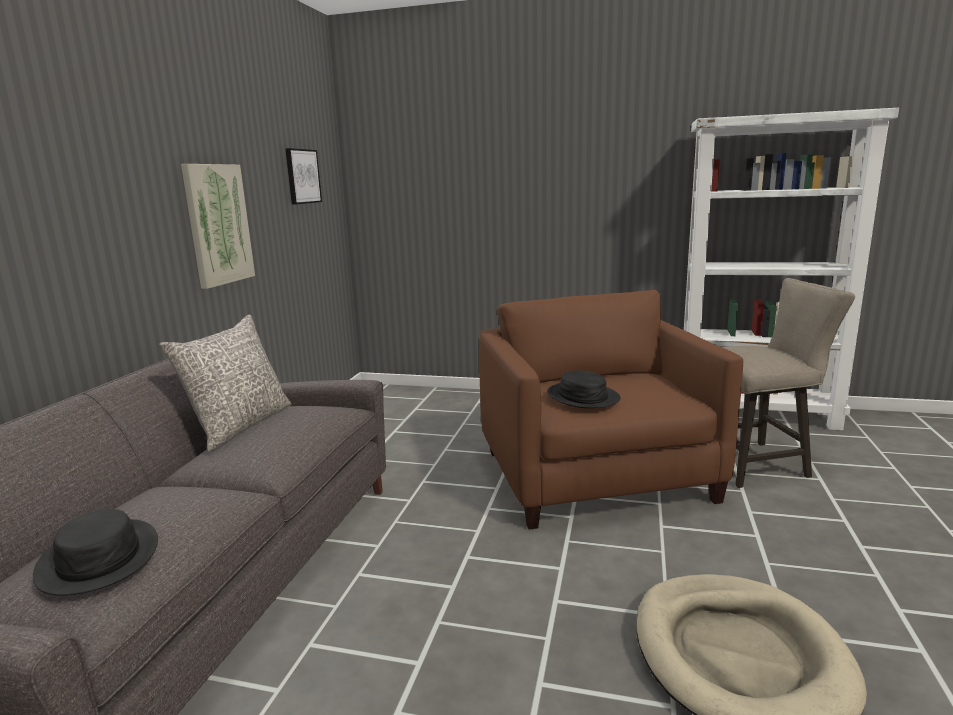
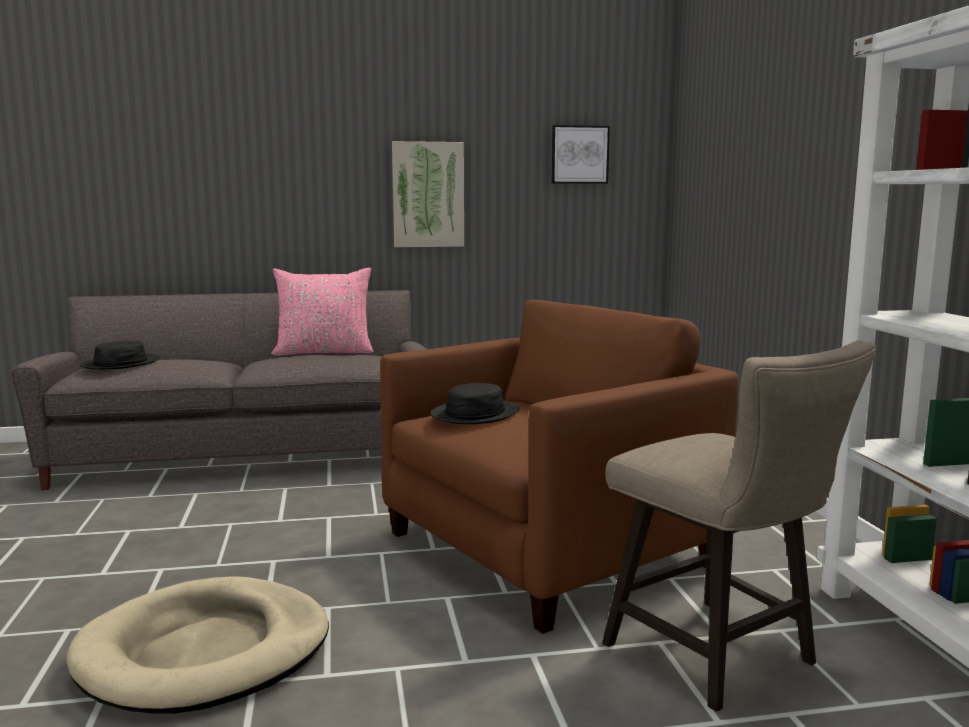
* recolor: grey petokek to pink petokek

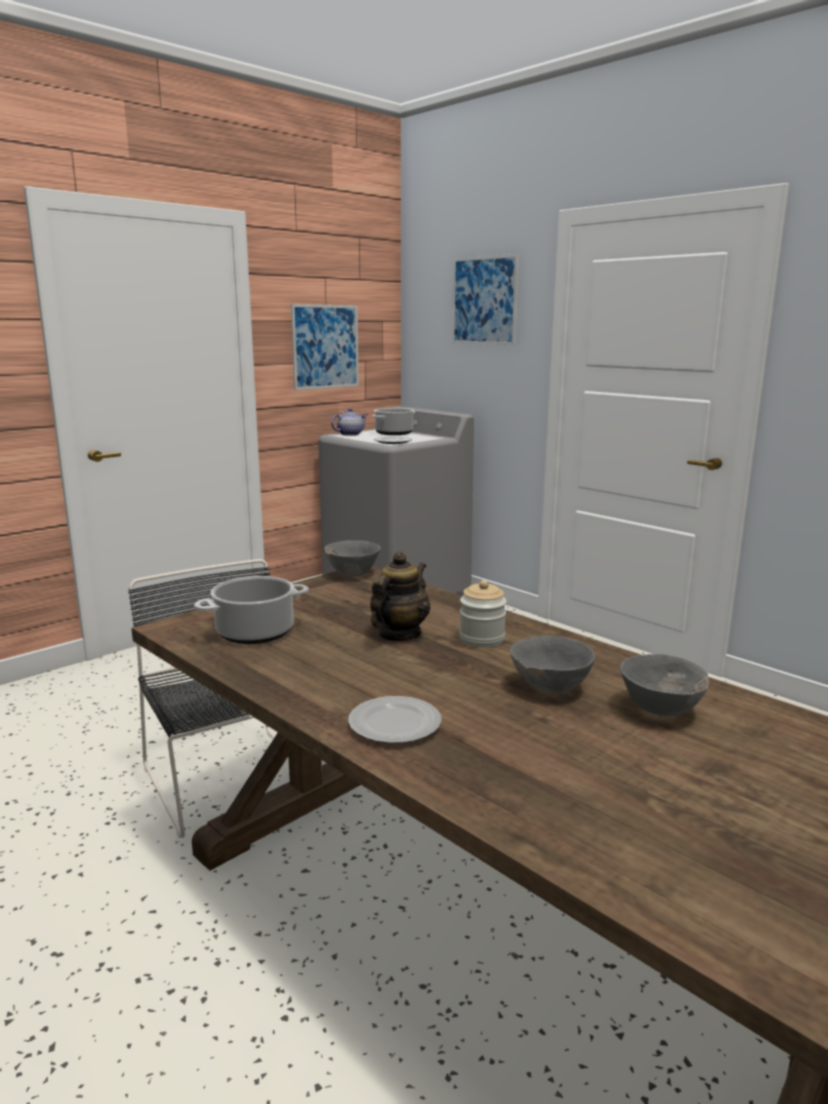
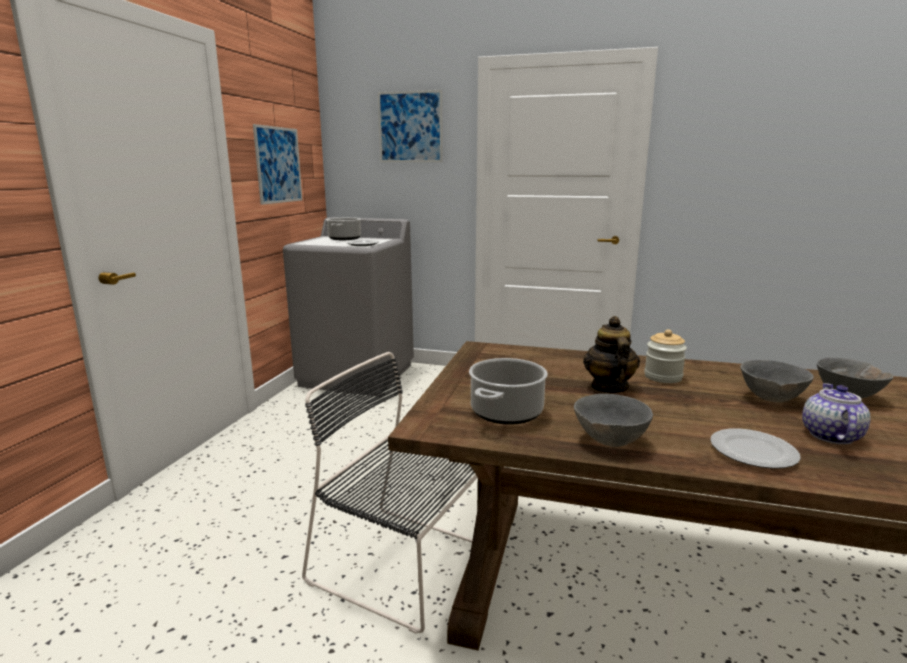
* move: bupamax (1st from left in the first image) to bupamax (2nd from left)
* move: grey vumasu (1st from left)

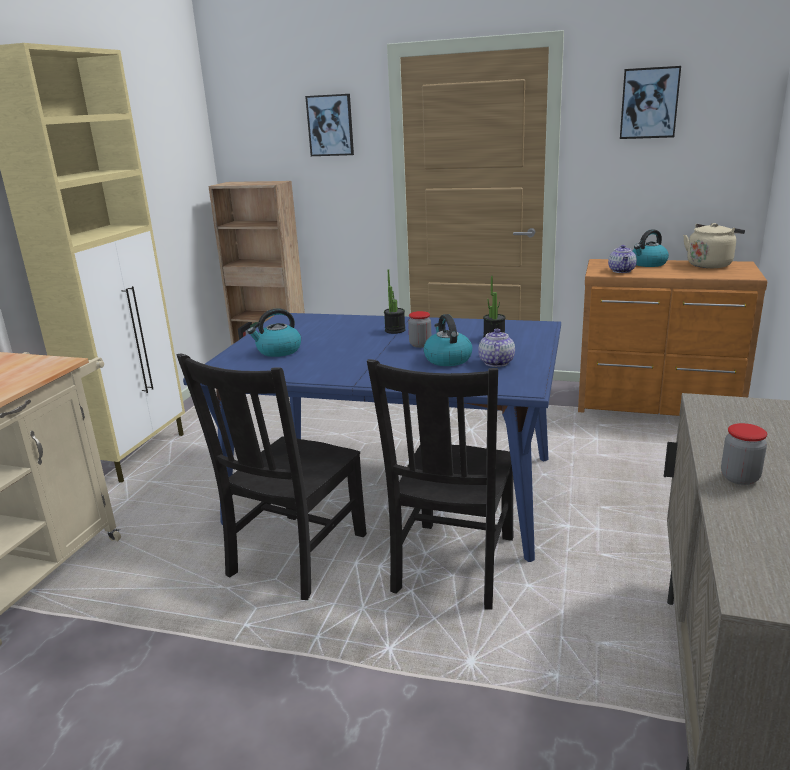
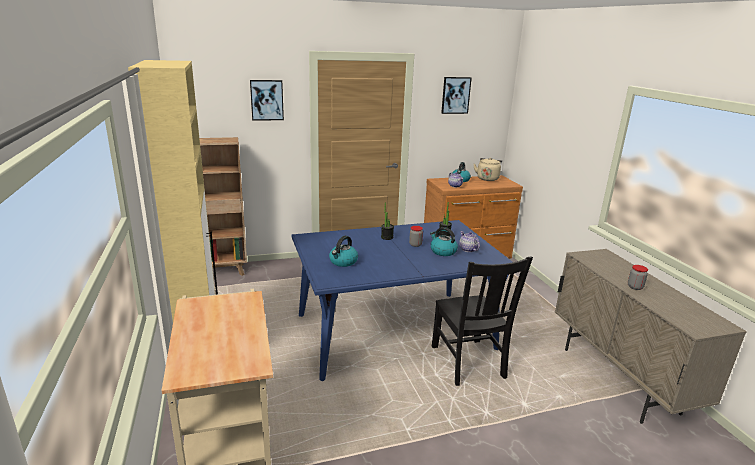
* delete: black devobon (1st from left)

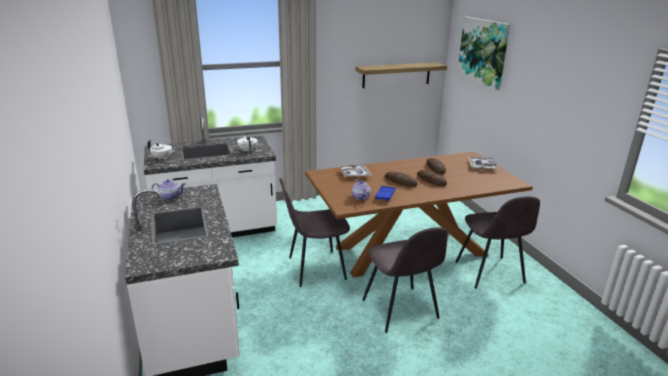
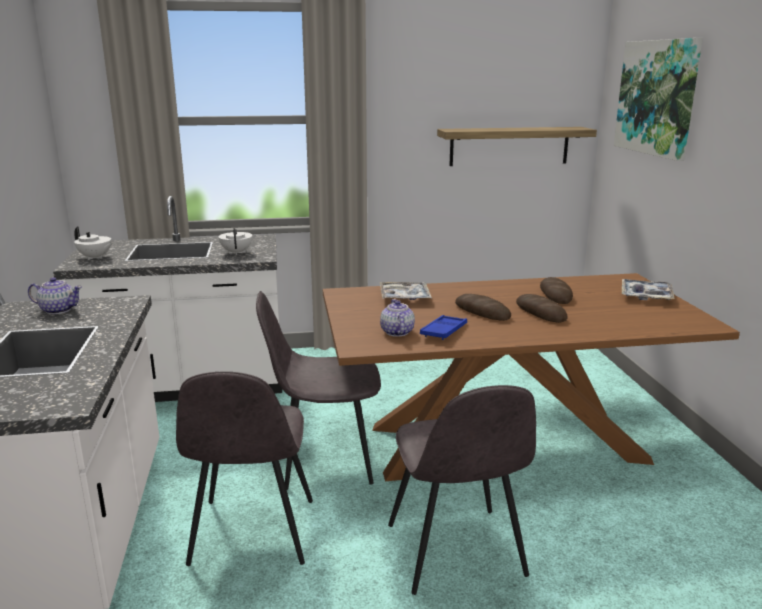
* move: grey devobon (3rd from left in the first image) to grey devobon (1st from left)

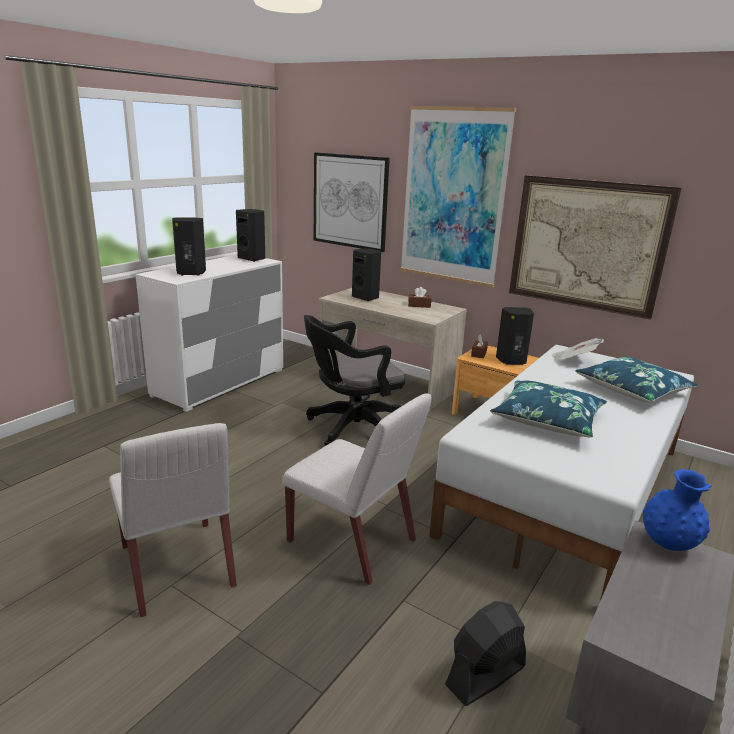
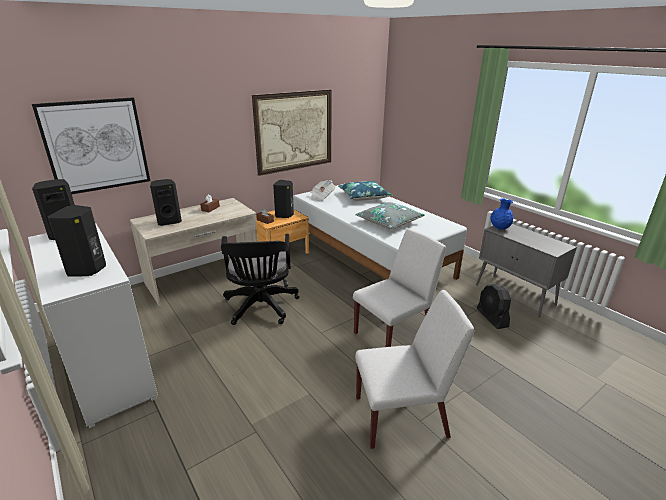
* delete: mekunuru (2nd from left)
* recolor: blue petokek (1st from left) to grey petokek

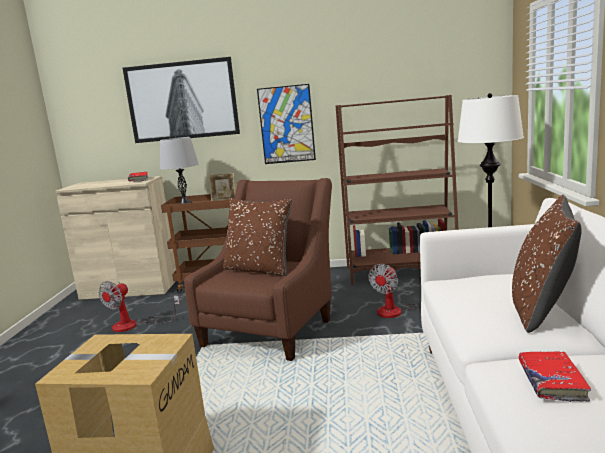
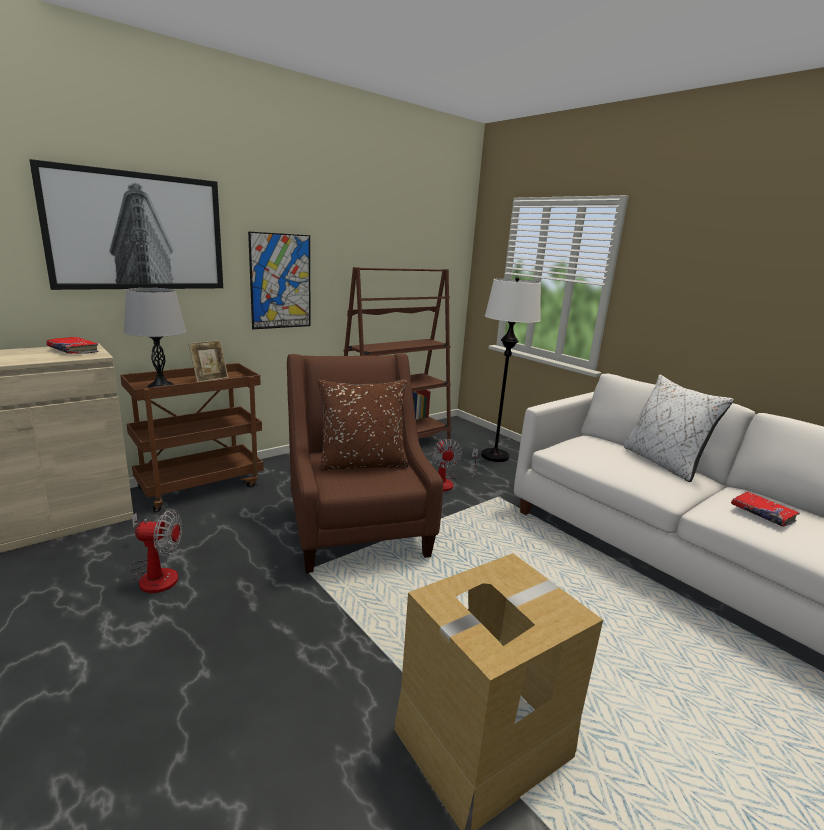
* recolor: brown petokek (2nd from left) to white petokek
* rotate: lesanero (1st from left) 75 degrees counterclockwise

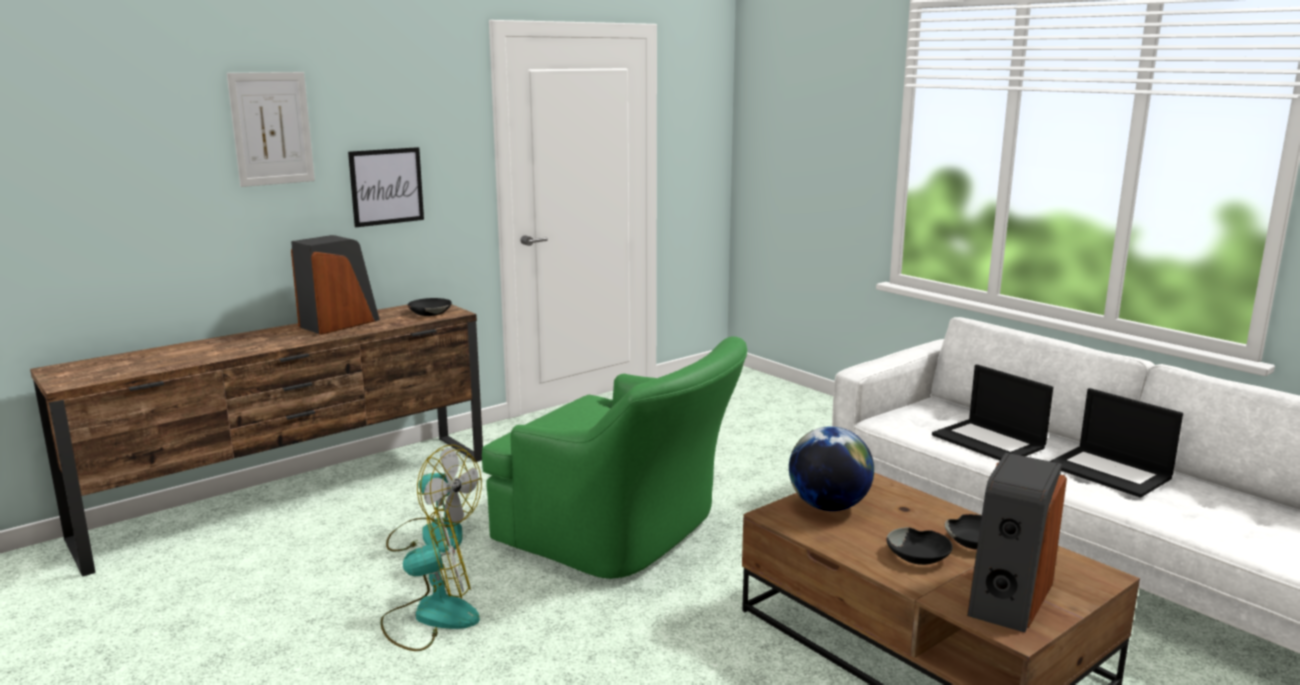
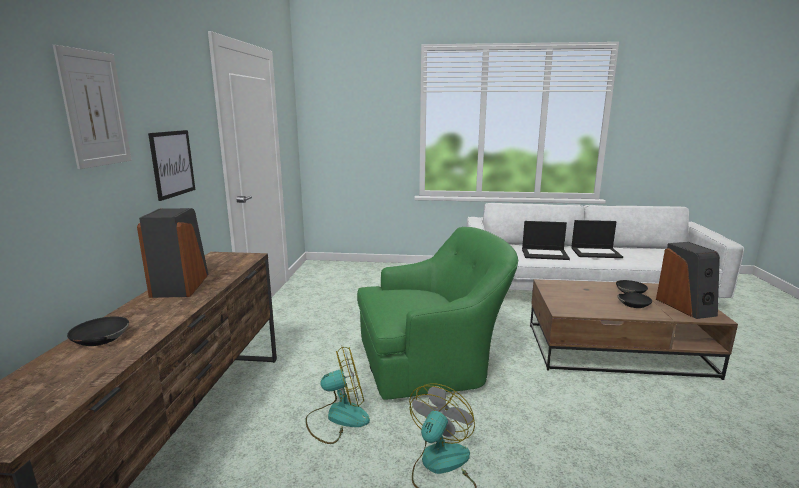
* move: black vumasu (1st from left)
* delete: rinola

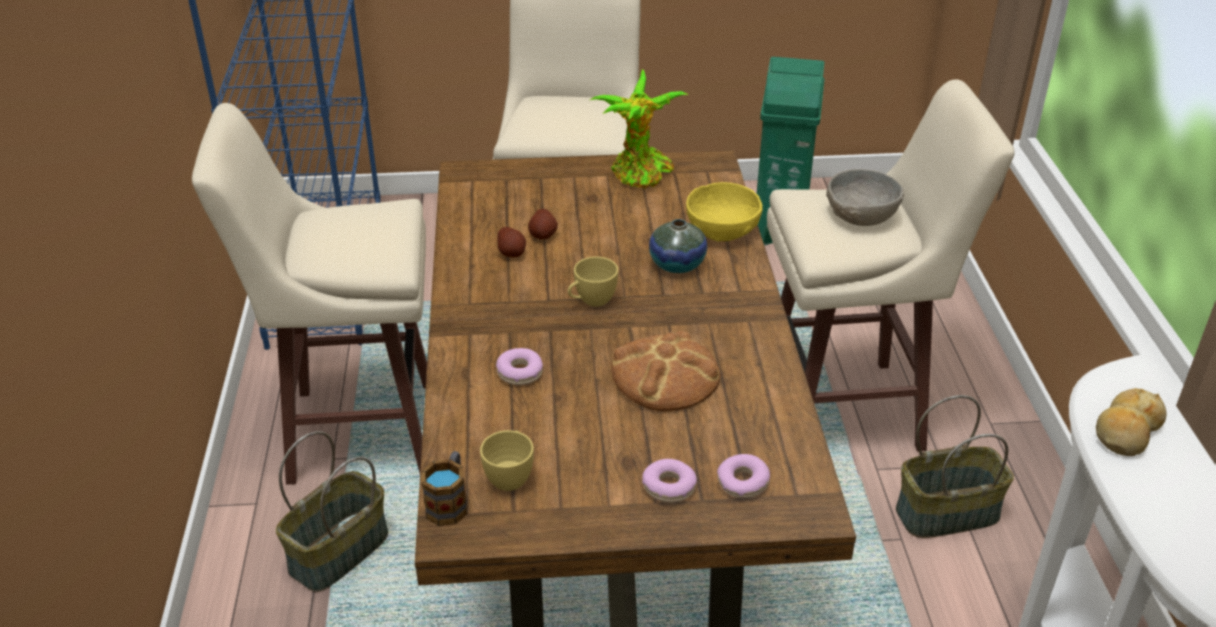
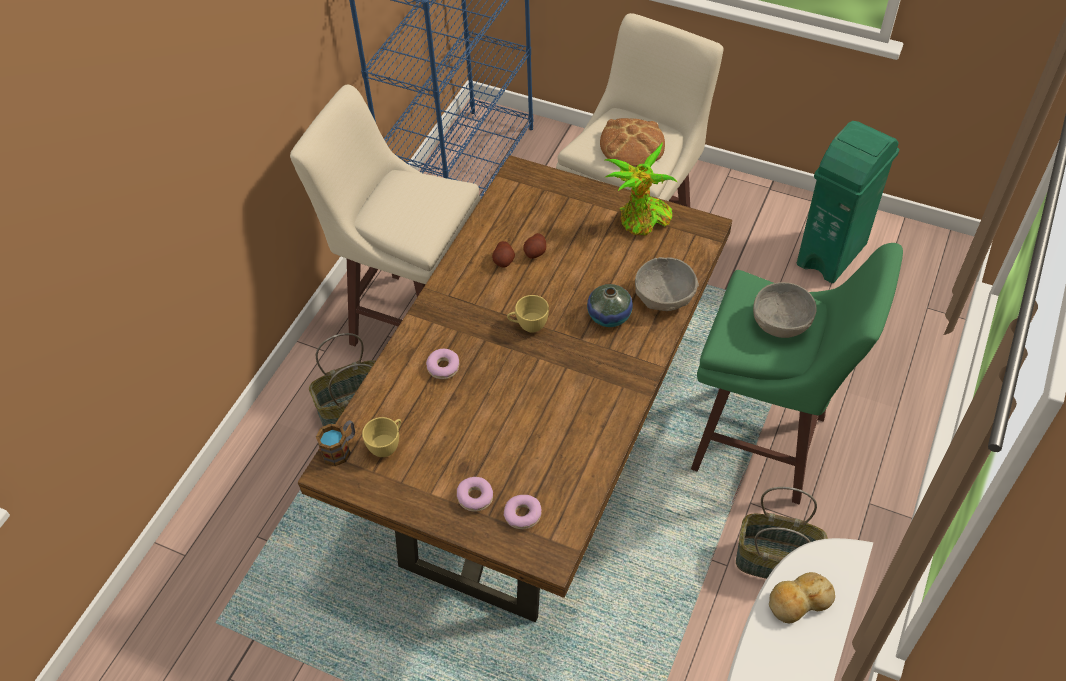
* recolor: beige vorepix (3rd from left) to green vorepix
* recolor: yellow vumasu to grey vumasu (1st from left)
* move: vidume (1st from left)

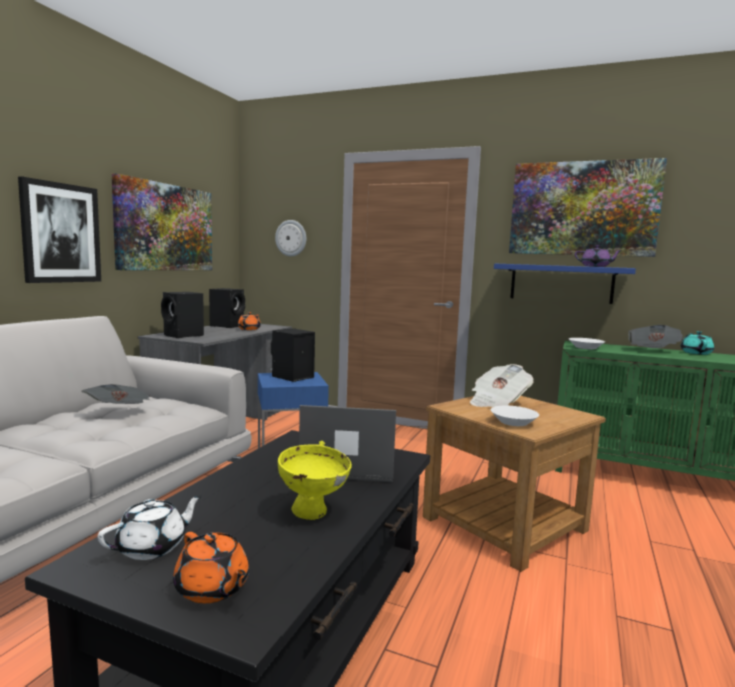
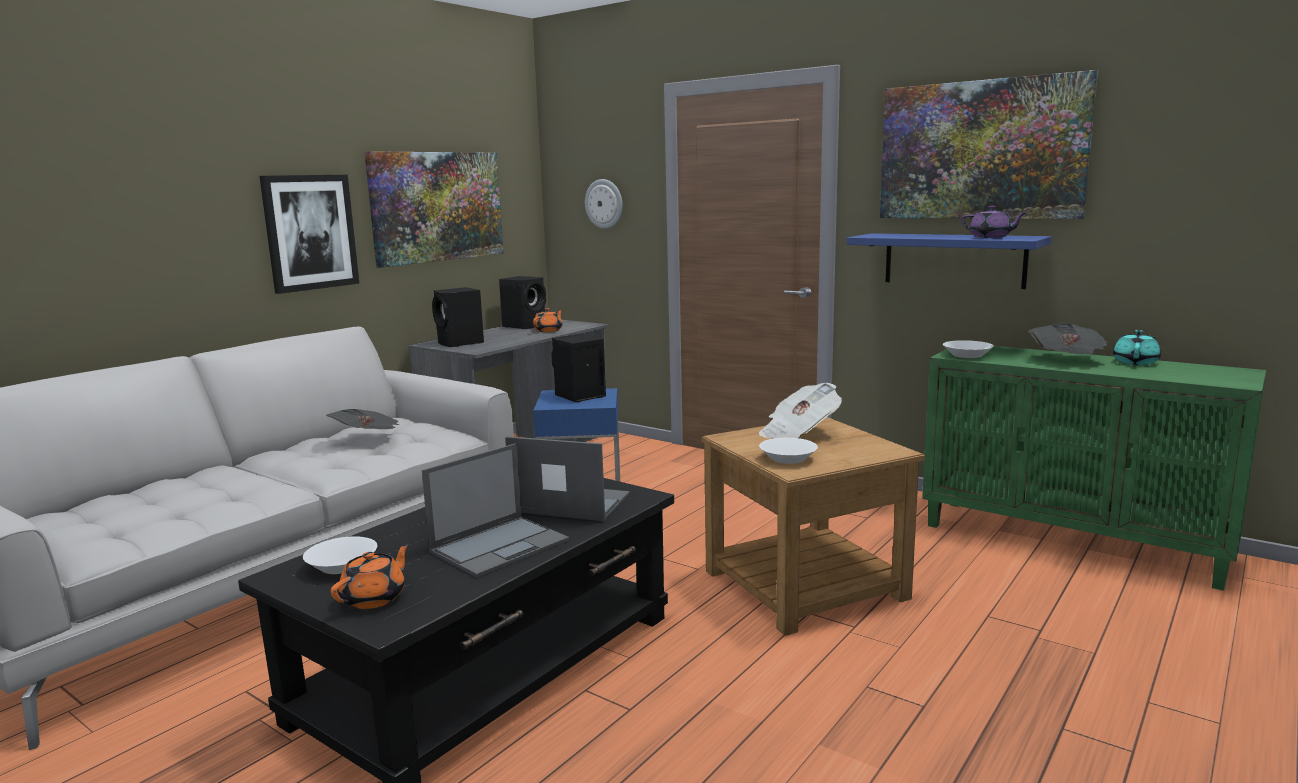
* replace: yellow vumasu to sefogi (1st from left)
* replace: white bupamax to white vumasu (1st from left)
* rotate: orange bupamax (1st from left) 120 degrees counterclockwise

